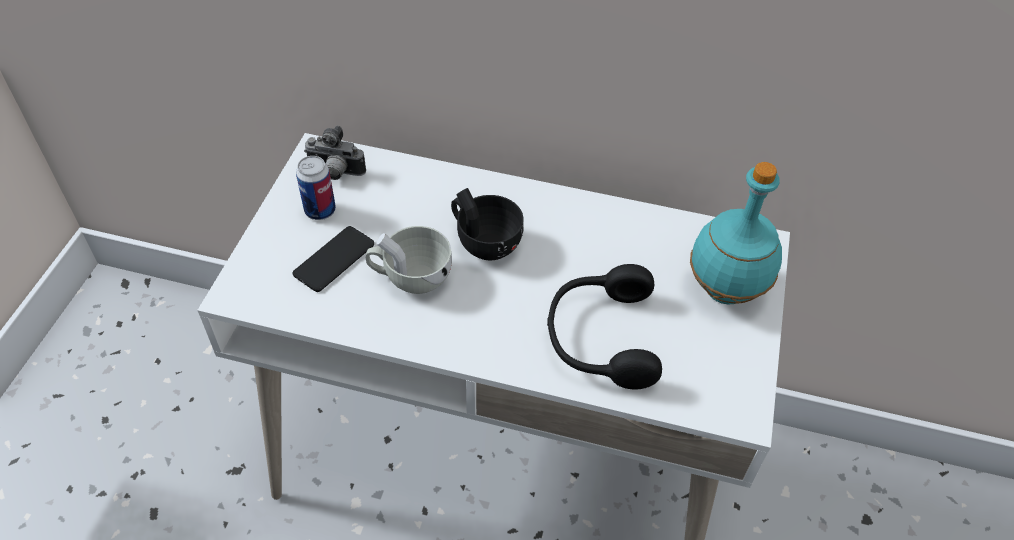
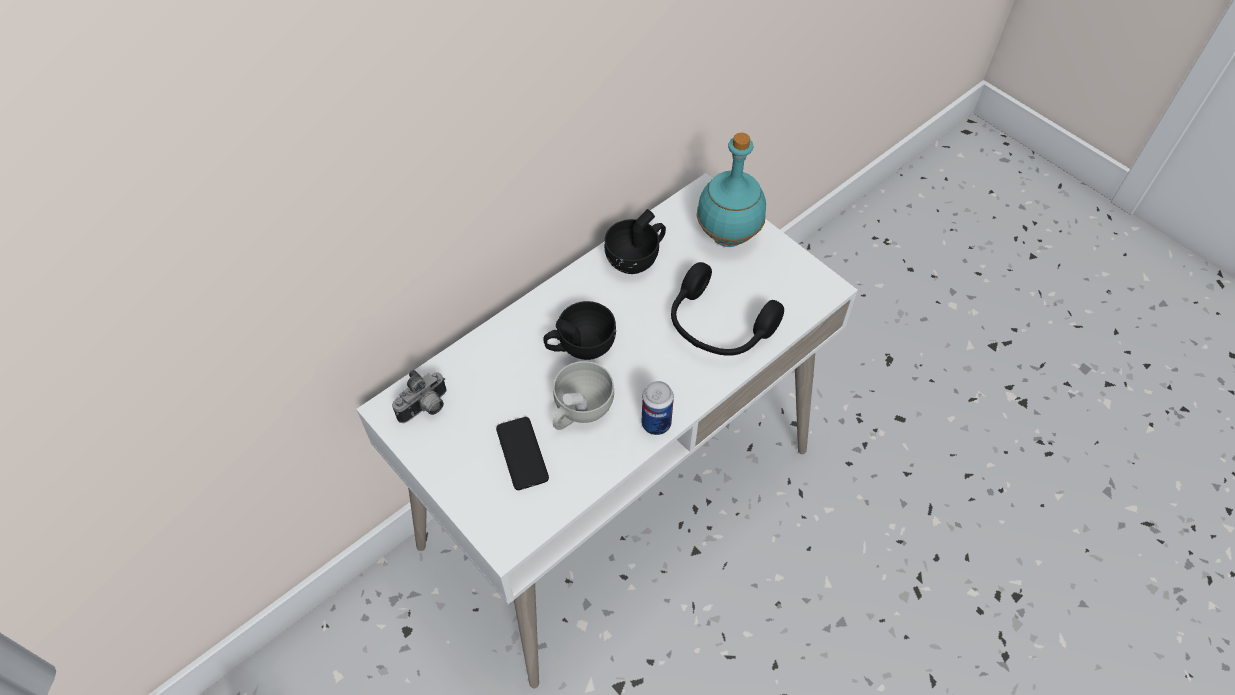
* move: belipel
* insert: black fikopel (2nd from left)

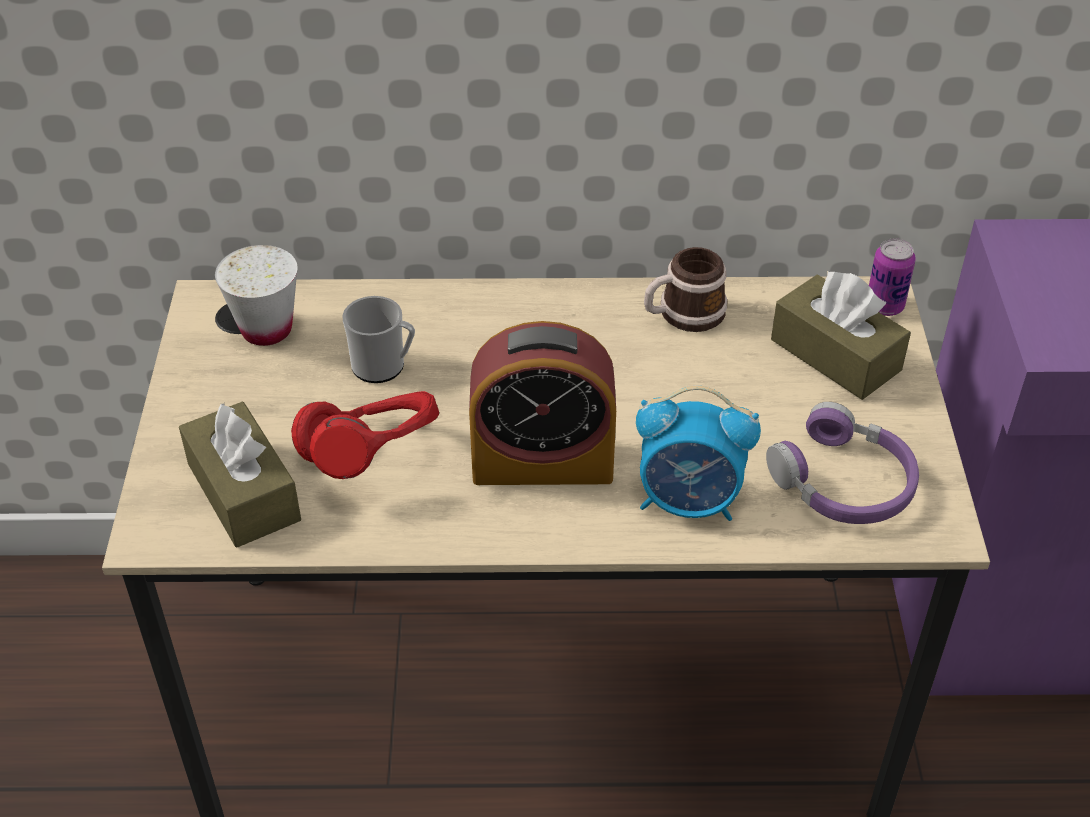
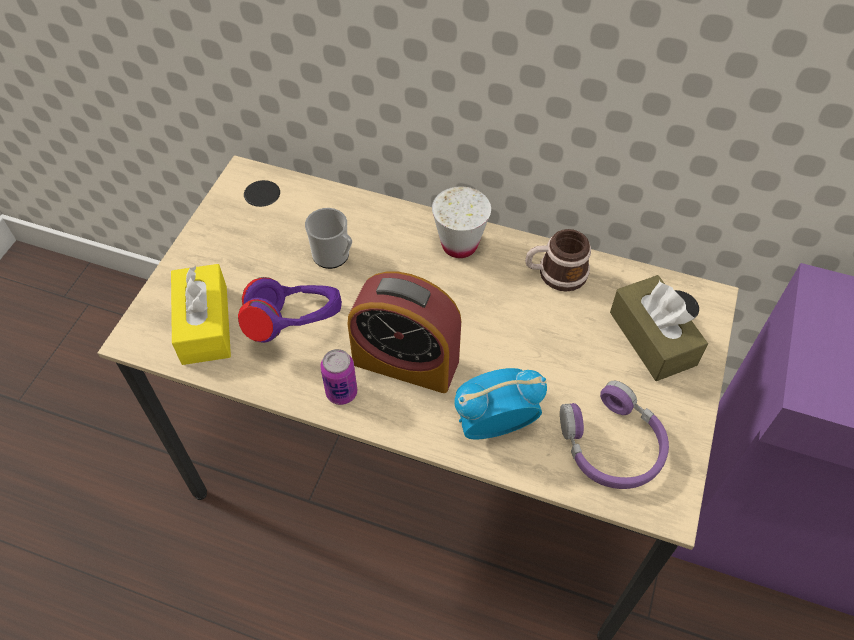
* move: belipel
* move: white fikopel
* rotate: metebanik (2nd from left) 135 degrees clockwise
* recolor: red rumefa to purple rumefa (1st from left)
* recolor: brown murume (1st from left) to yellow murume

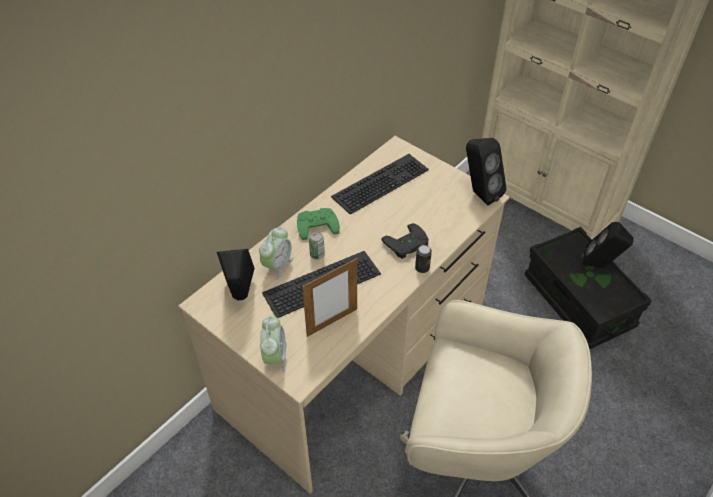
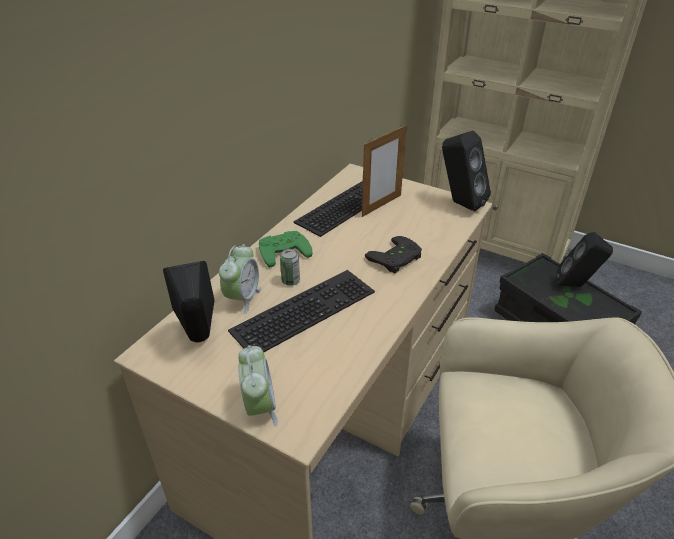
* delete: belipel (2nd from left)
* move: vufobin

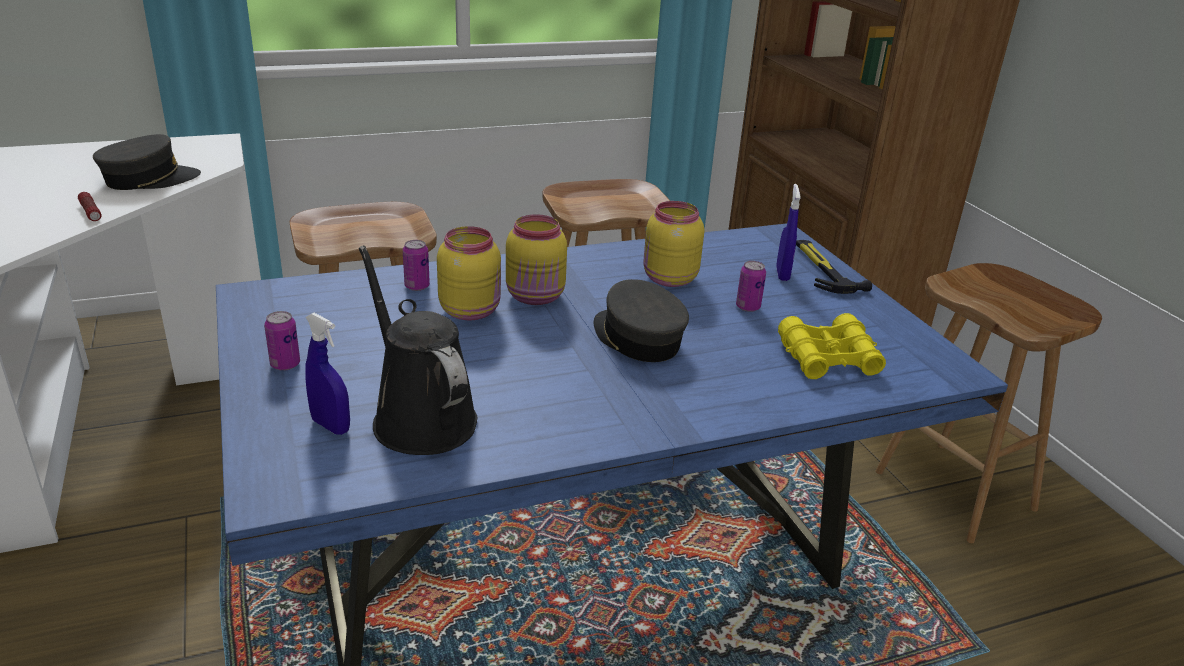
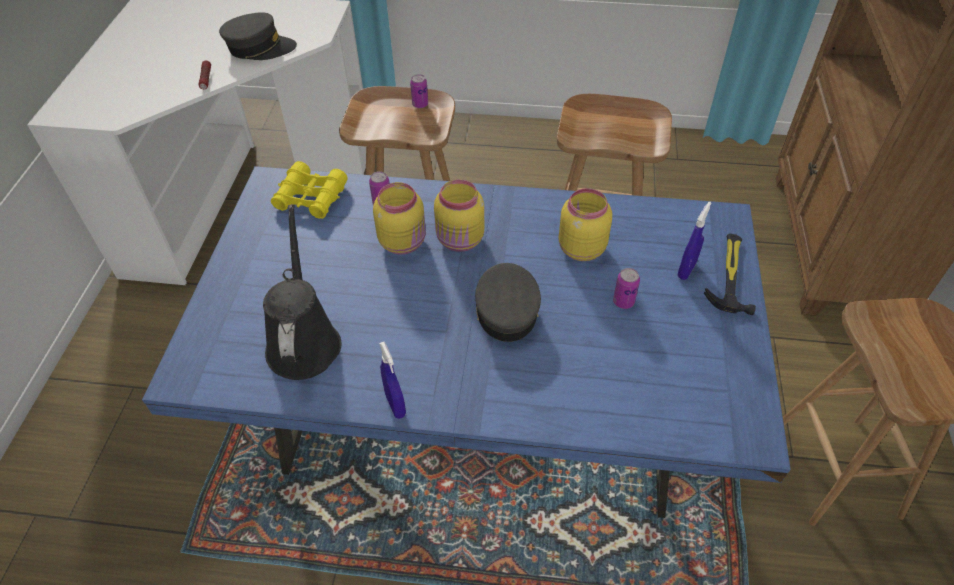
* move: belipel (1st from left in the first image) to belipel (2nd from left)
* move: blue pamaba (1st from left)
* move: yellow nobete

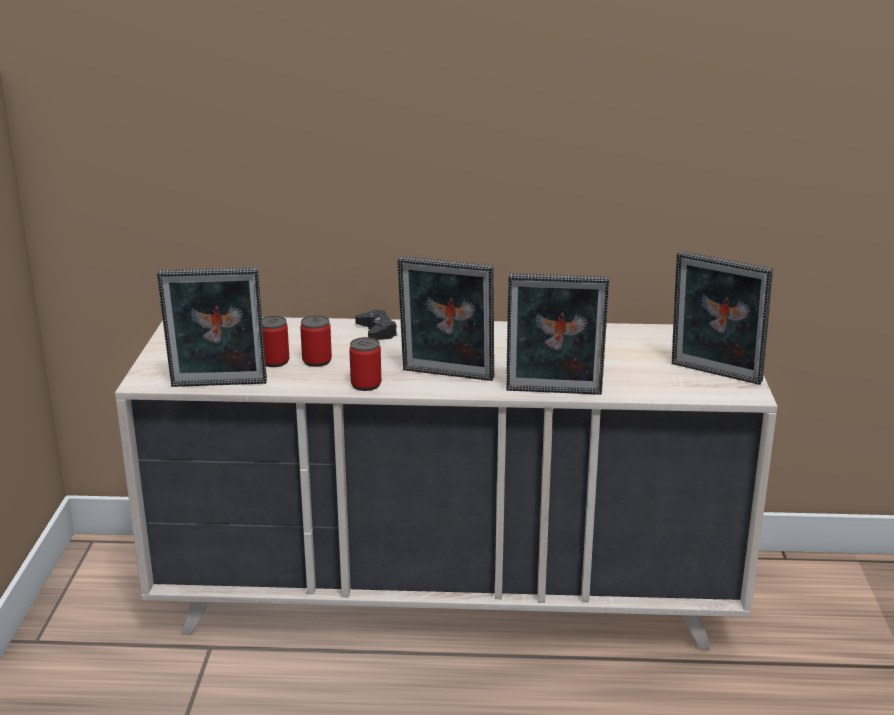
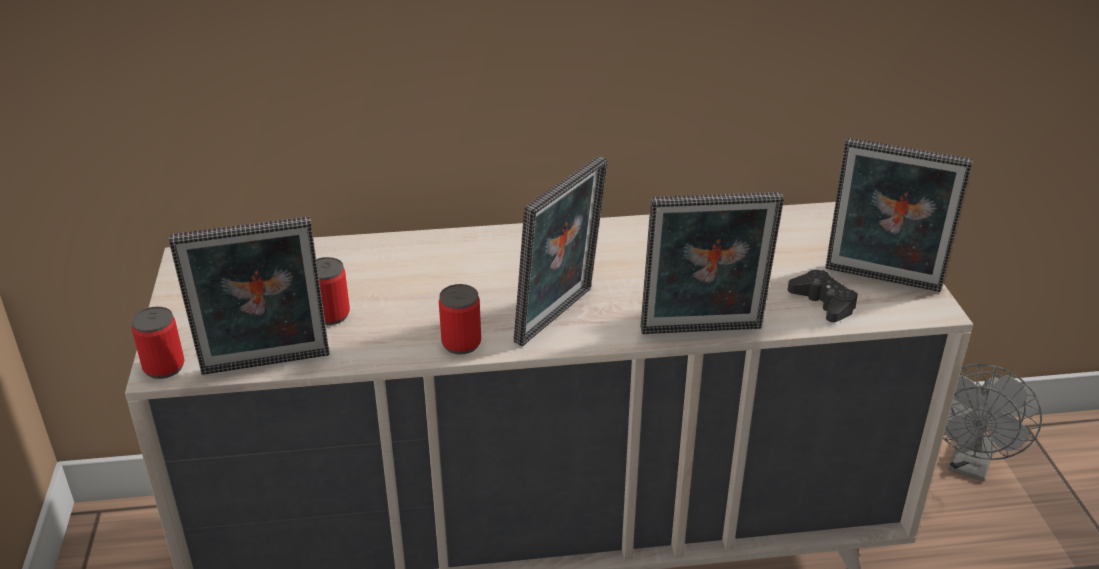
* rotate: vufobin (2nd from left) 60 degrees counterclockwise
* move: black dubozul
* move: belipel (2nd from left in the first image) to belipel (1st from left)
* insert: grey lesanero

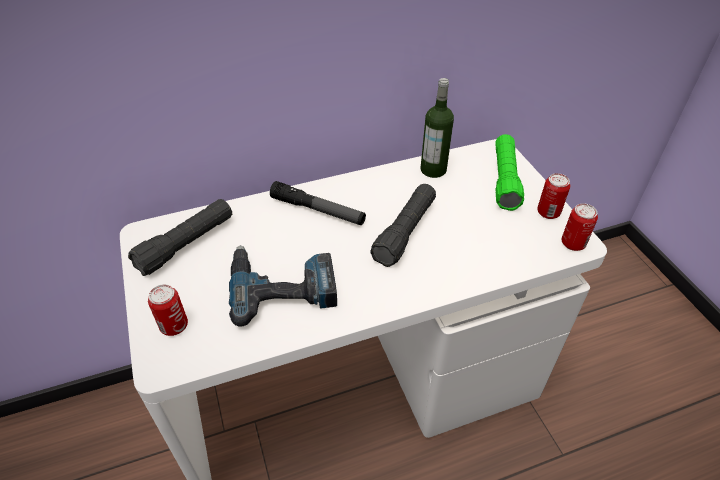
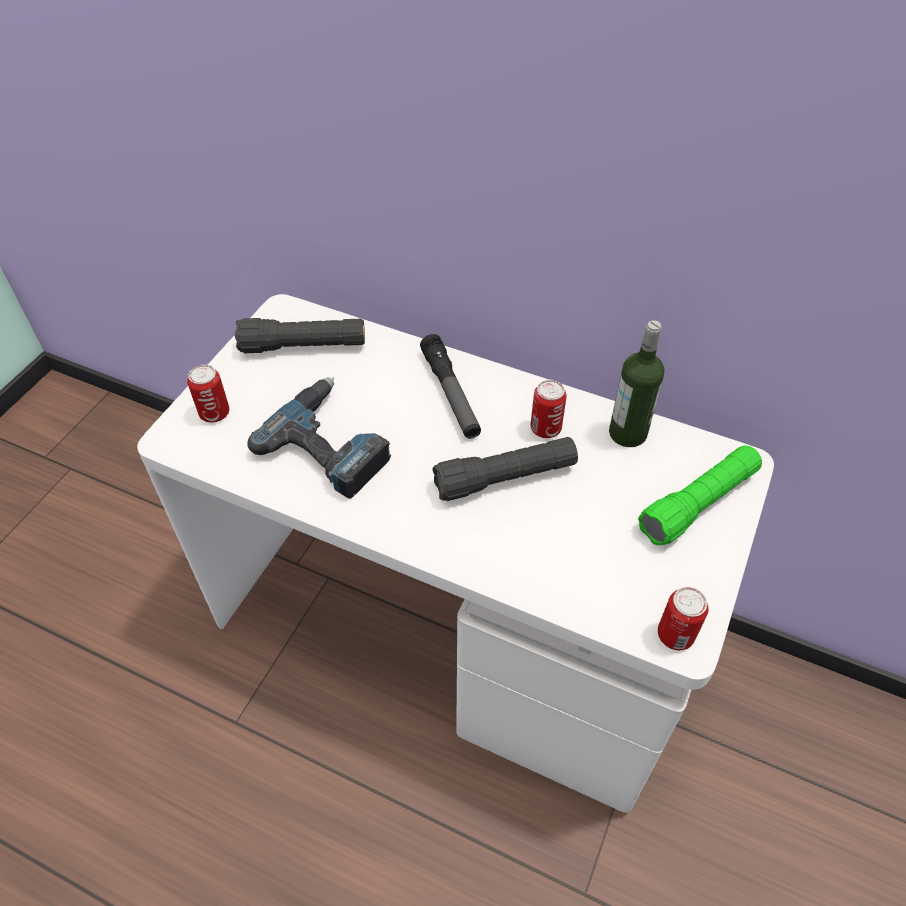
* move: belipel (2nd from left)

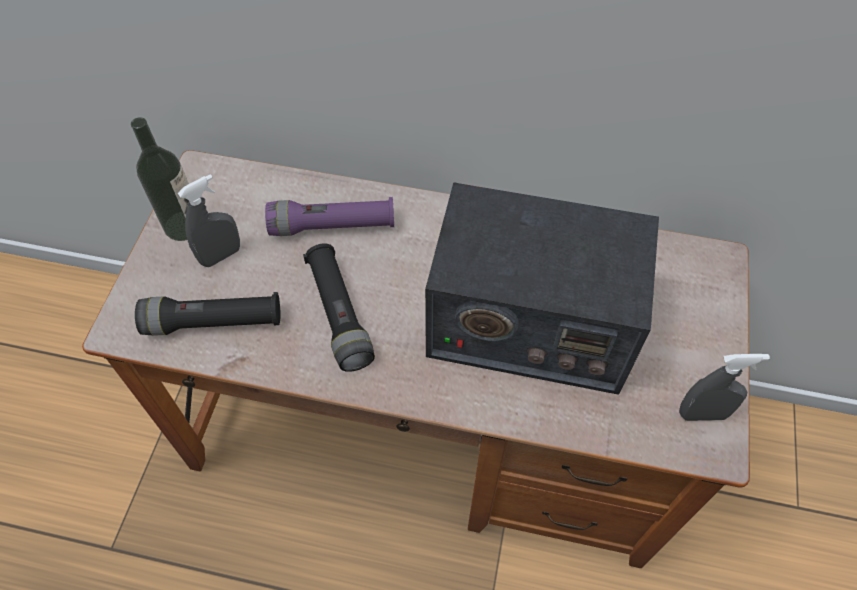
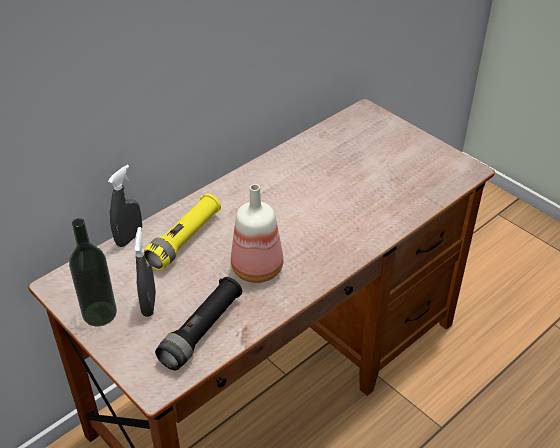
* delete: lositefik
* recolor: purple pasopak to yellow pasopak
* replace: black pasopak (2nd from left) to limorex (2nd from left)
* move: grey pamaba (2nd from left in the first image) to grey pamaba (1st from left)

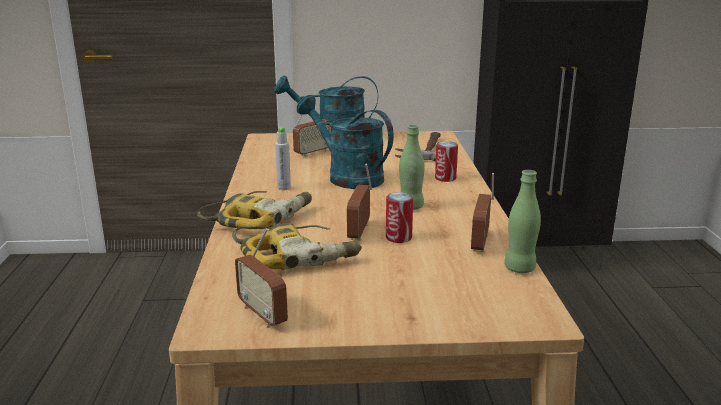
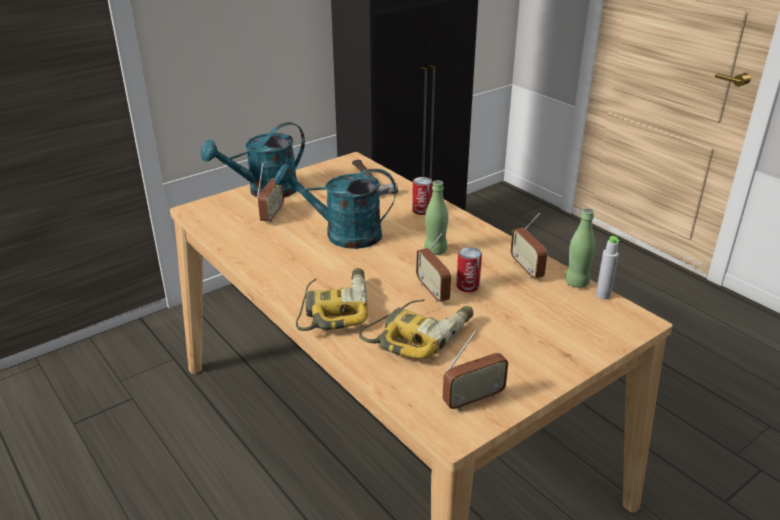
* move: grey limorex
* rotate: lositefik (1st from left in the first image) 45 degrees counterclockwise

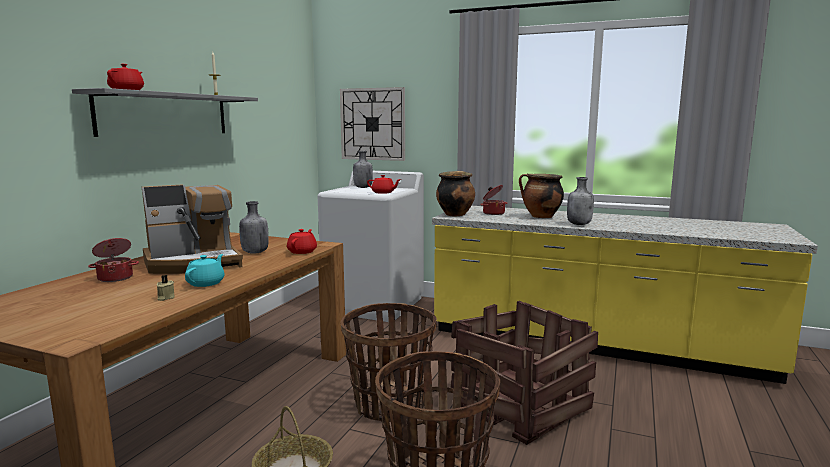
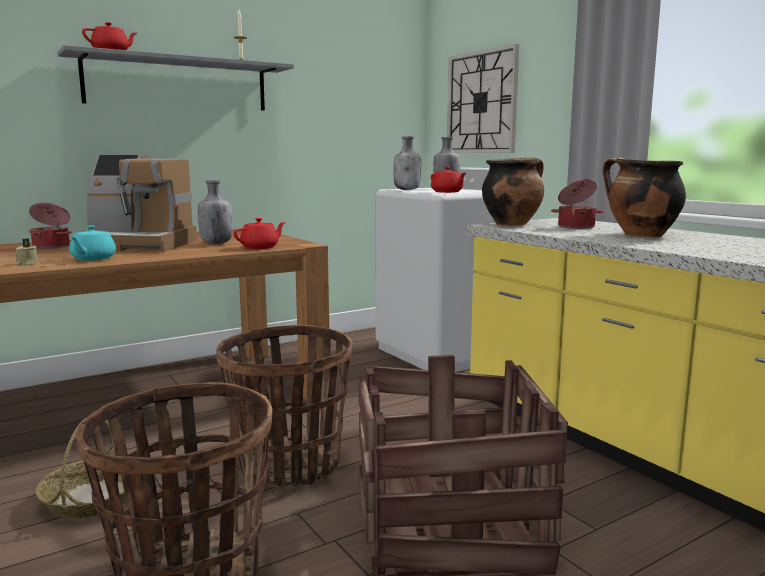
* move: grey limorex (3rd from left in the first image) to grey limorex (2nd from left)
* rotate: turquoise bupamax 135 degrees clockwise

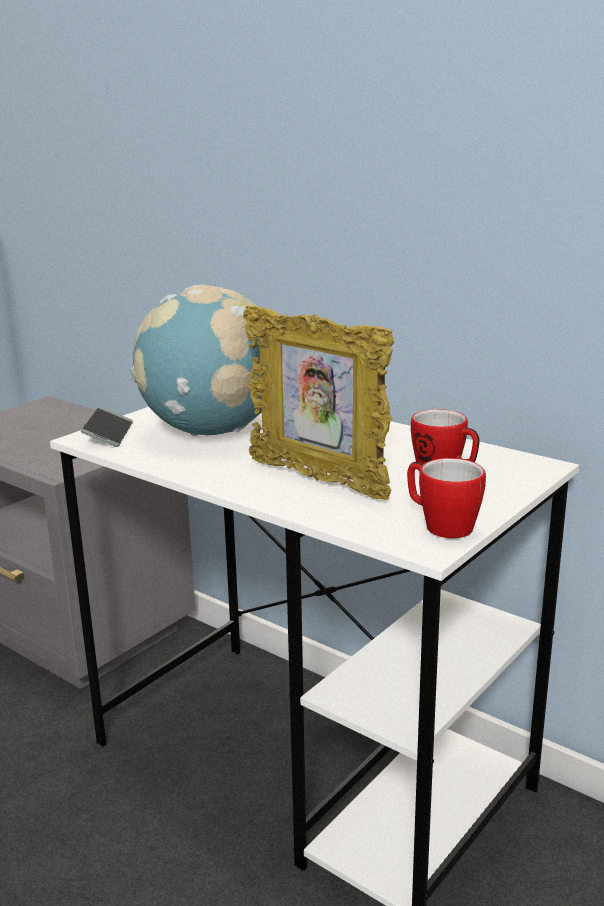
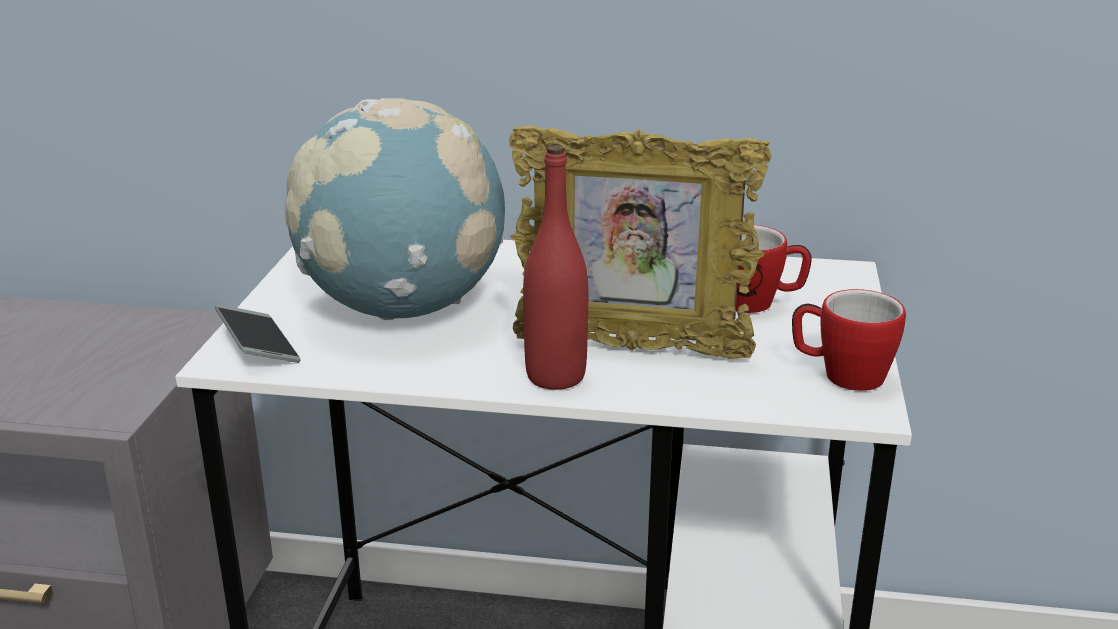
* insert: red limorex

